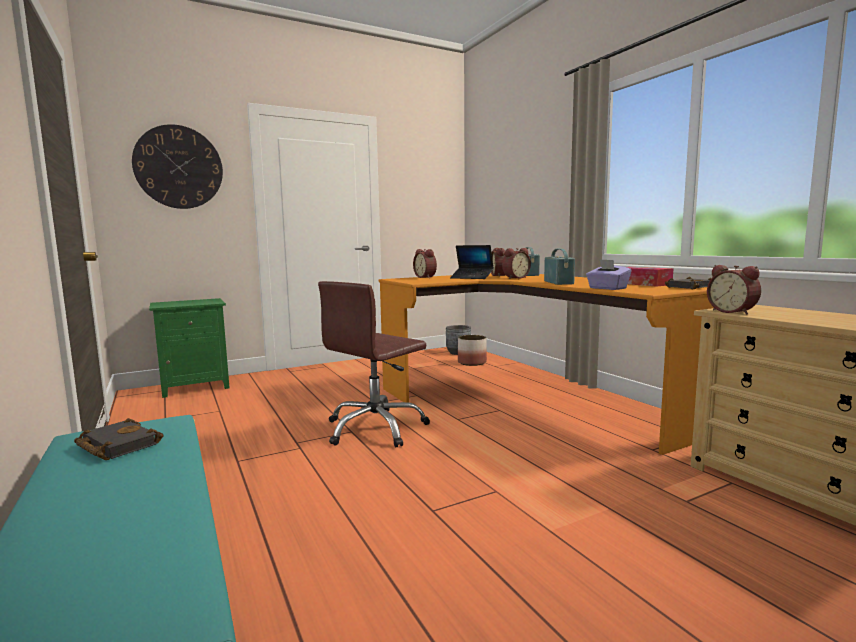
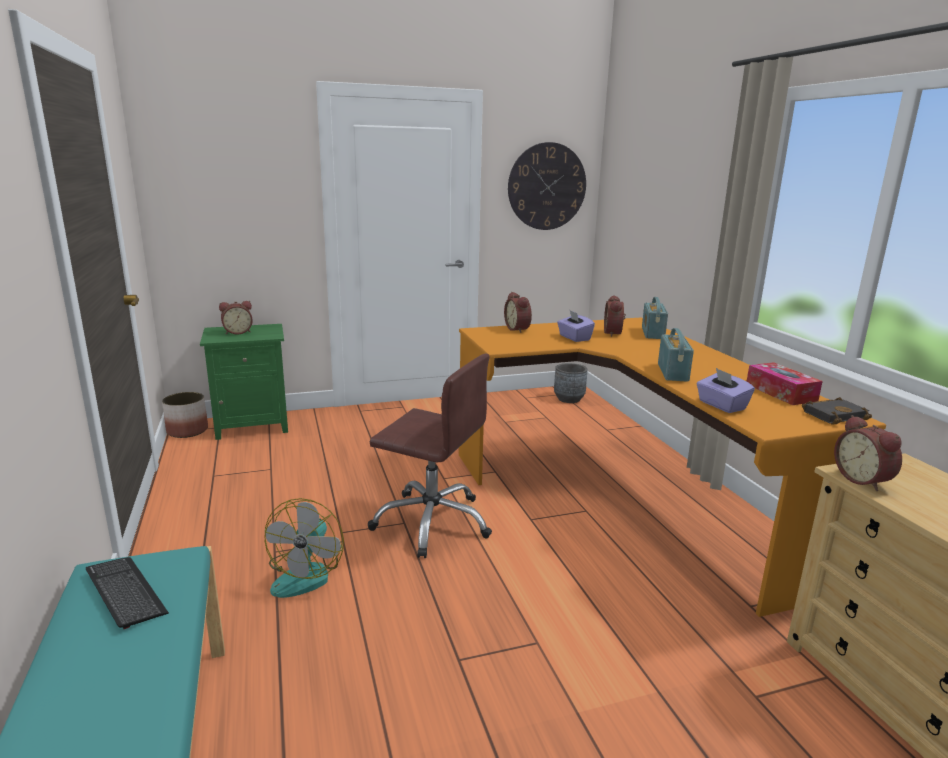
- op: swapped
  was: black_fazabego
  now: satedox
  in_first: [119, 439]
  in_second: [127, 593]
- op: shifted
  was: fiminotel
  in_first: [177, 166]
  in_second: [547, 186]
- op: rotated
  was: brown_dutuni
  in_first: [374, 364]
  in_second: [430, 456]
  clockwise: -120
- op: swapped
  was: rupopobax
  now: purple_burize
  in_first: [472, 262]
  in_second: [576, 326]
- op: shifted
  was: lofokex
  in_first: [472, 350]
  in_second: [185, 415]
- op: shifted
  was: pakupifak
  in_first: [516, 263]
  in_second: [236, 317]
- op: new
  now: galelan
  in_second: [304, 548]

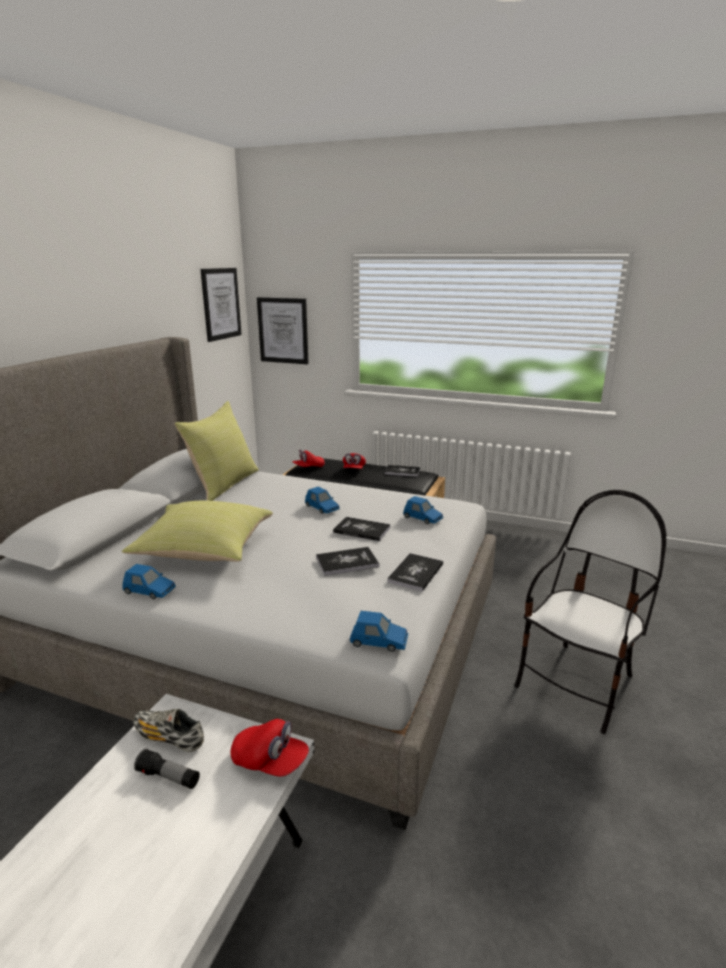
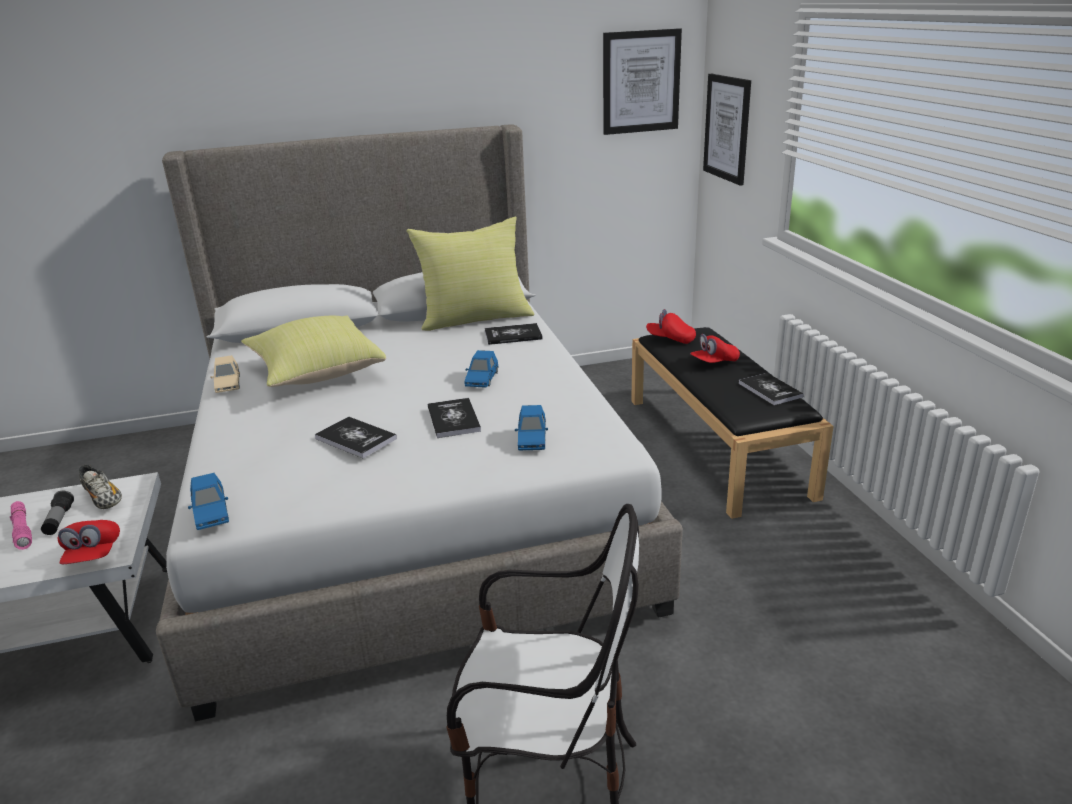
- op: repainted
  was: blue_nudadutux
  now: beige_nudadutux
  in_first: [149, 581]
  in_second: [225, 374]
- op: rotated
  was: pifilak
  in_first: [168, 730]
  in_second: [100, 486]
  clockwise: 150
- op: shifted
  was: fazabego
  in_first: [415, 572]
  in_second: [513, 334]
- op: new
  now: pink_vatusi
  in_second: [21, 525]

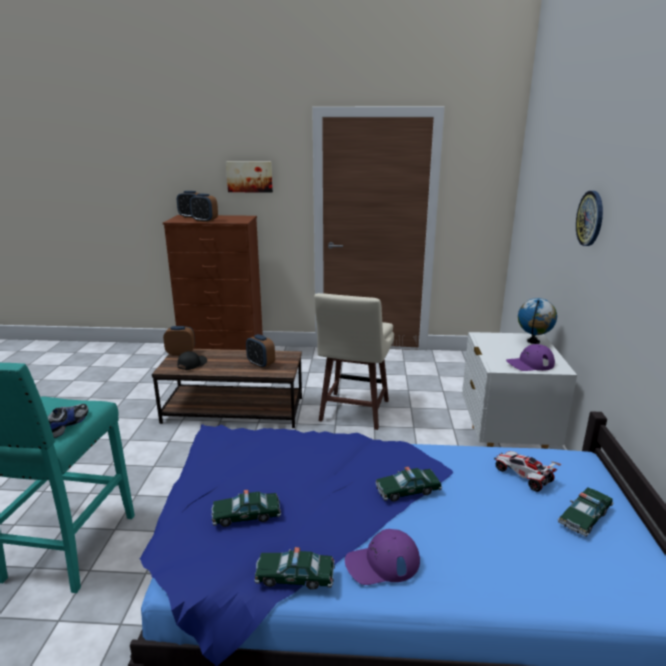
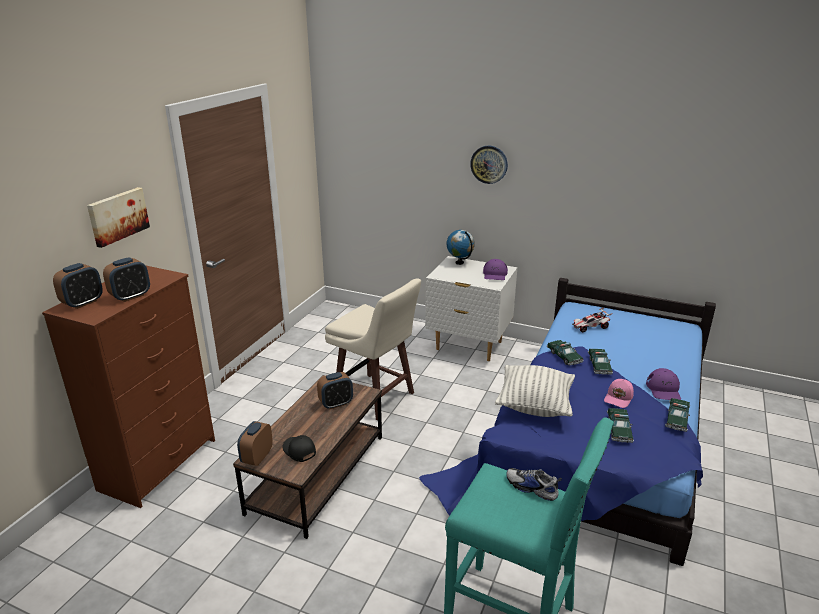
- op: shifted
  was: nudadutux
  in_first: [586, 512]
  in_second: [565, 353]
- op: new
  now: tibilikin
  in_second: [535, 391]
- op: new
  now: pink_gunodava
  in_second: [619, 393]

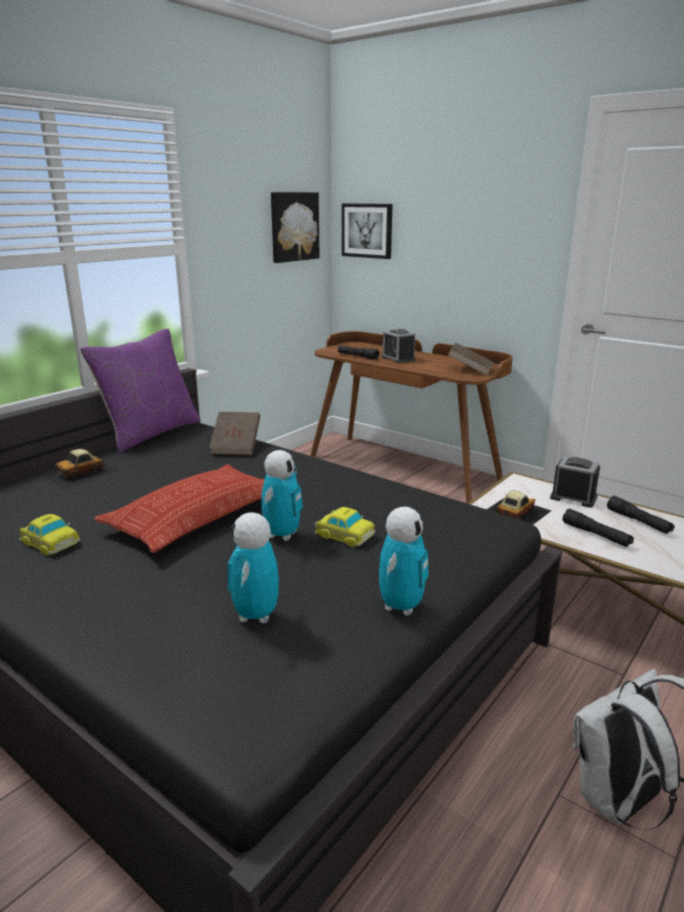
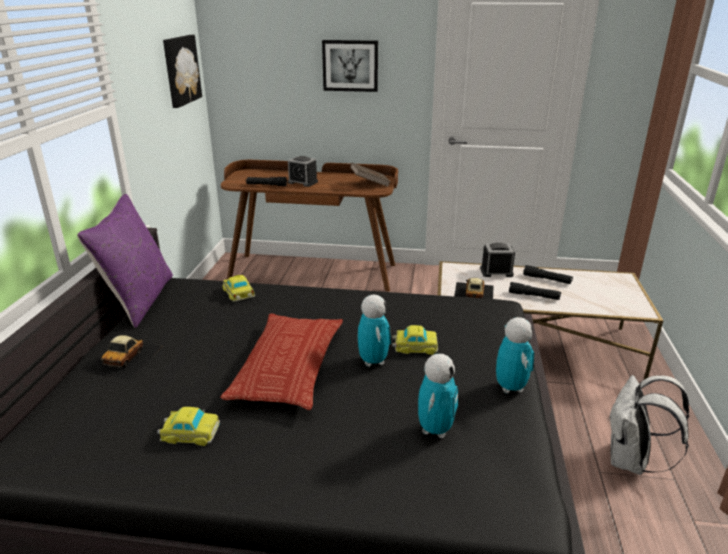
- op: swapped
  was: brown_fazabego
  now: nudadutux
  in_first: [234, 433]
  in_second: [239, 288]
- op: rotated
  was: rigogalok
  in_first: [253, 568]
  in_second: [438, 396]
  clockwise: -135
- op: shifted
  was: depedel
  in_first: [367, 231]
  in_second: [350, 66]

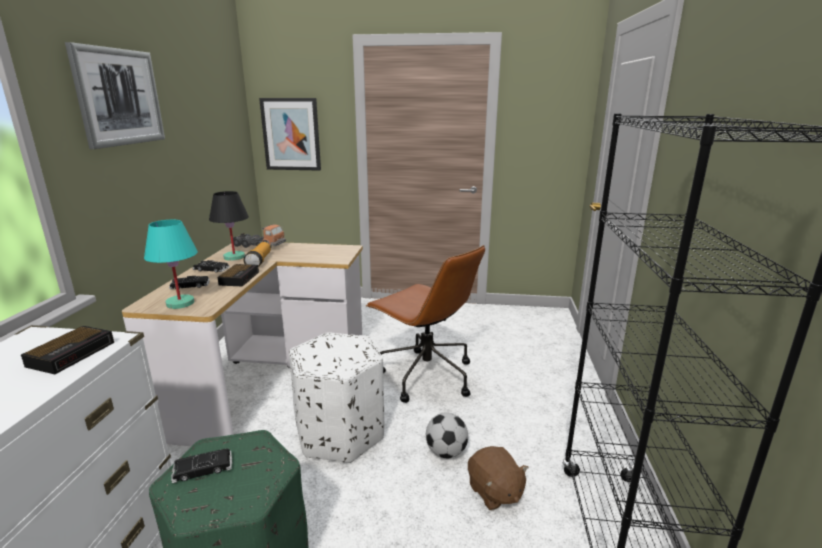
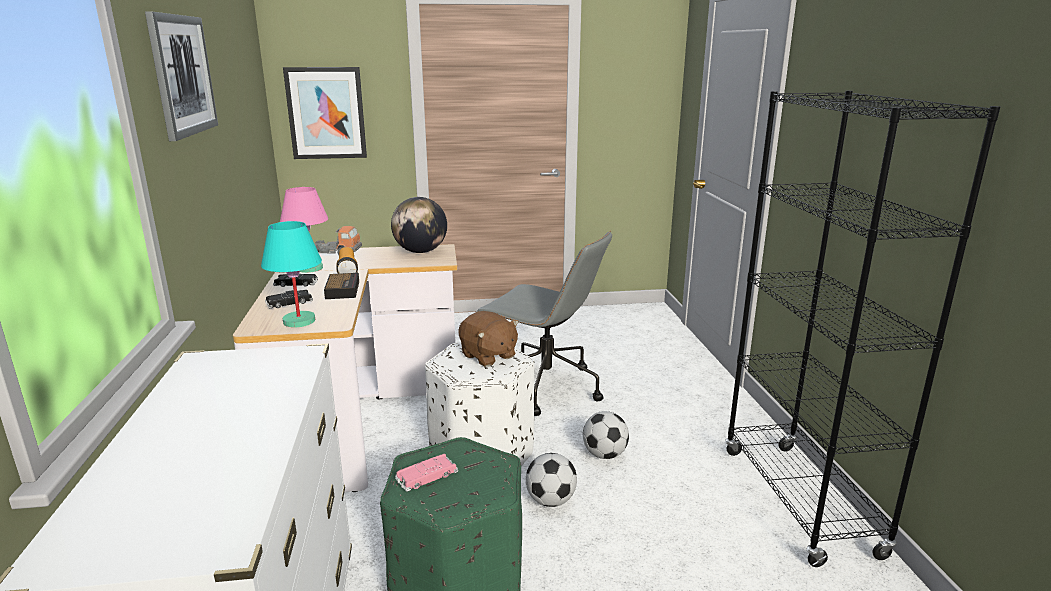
- op: gone
  was: pakupifak
  in_first: [67, 350]
- op: repainted
  was: black_nudadutux
  now: pink_nudadutux
  in_first: [201, 465]
  in_second: [426, 473]
- op: repainted
  was: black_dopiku
  now: pink_dopiku
  in_first: [229, 226]
  in_second: [304, 230]
- op: repainted
  was: brown_dutuni
  now: grey_dutuni
  in_first: [425, 324]
  in_second: [544, 323]
- op: shifted
  was: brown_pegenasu
  in_first: [498, 478]
  in_second: [488, 339]
- op: new
  now: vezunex
  in_second: [419, 225]
- op: new
  now: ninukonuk
  in_second: [551, 480]

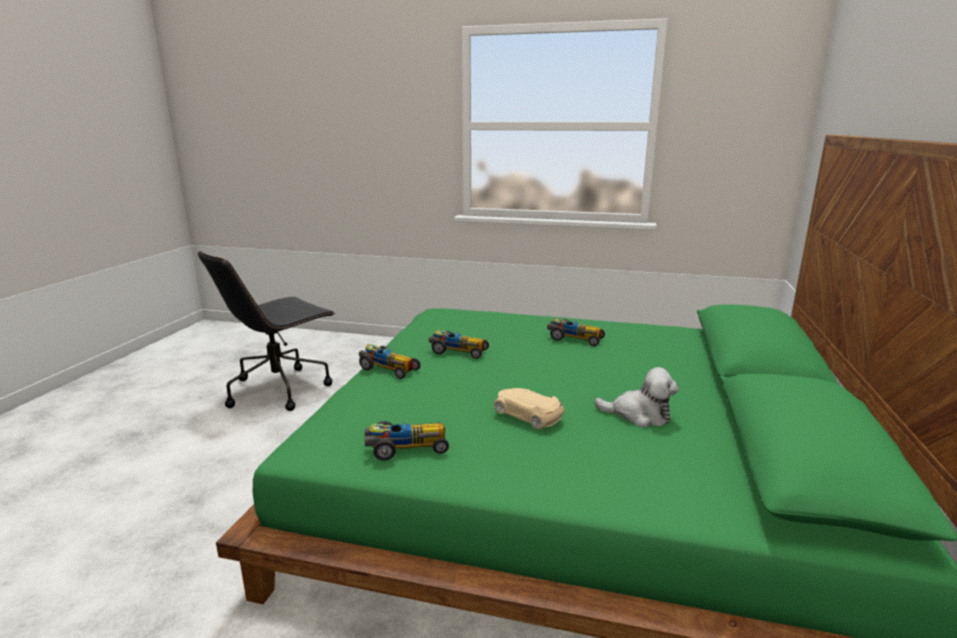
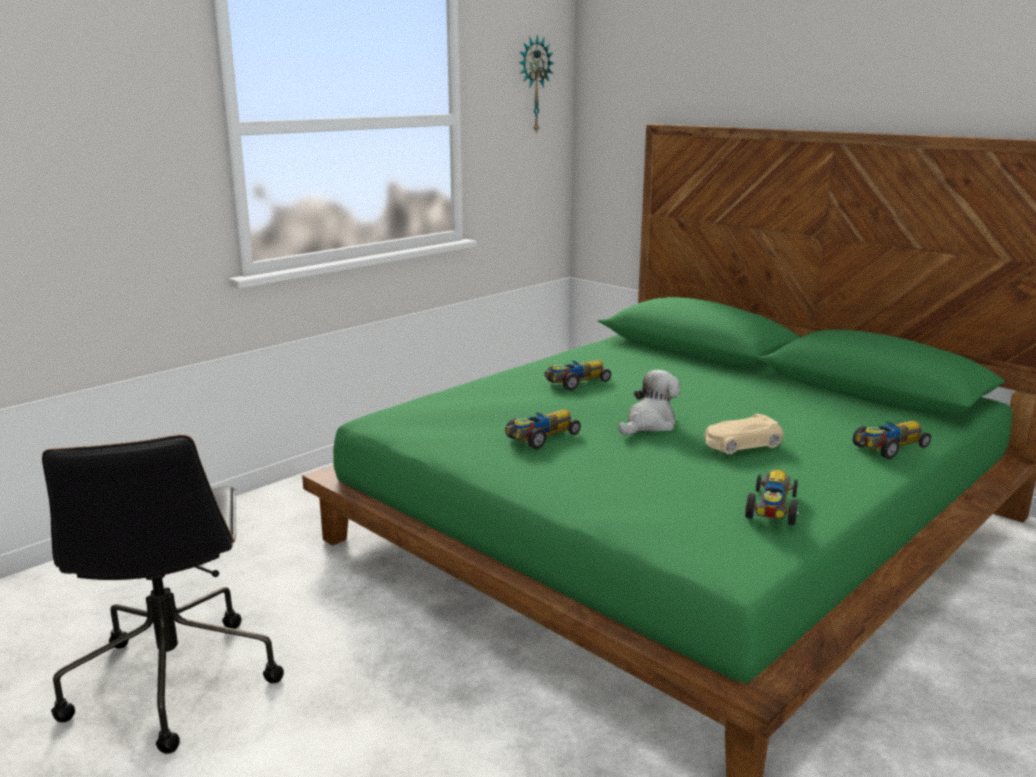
- op: shifted
  was: nudadutux
  in_first: [390, 361]
  in_second: [892, 440]
- op: shifted
  was: pegenasu
  in_first: [636, 397]
  in_second: [649, 402]
- op: new
  now: fiminotel
  in_second: [536, 84]

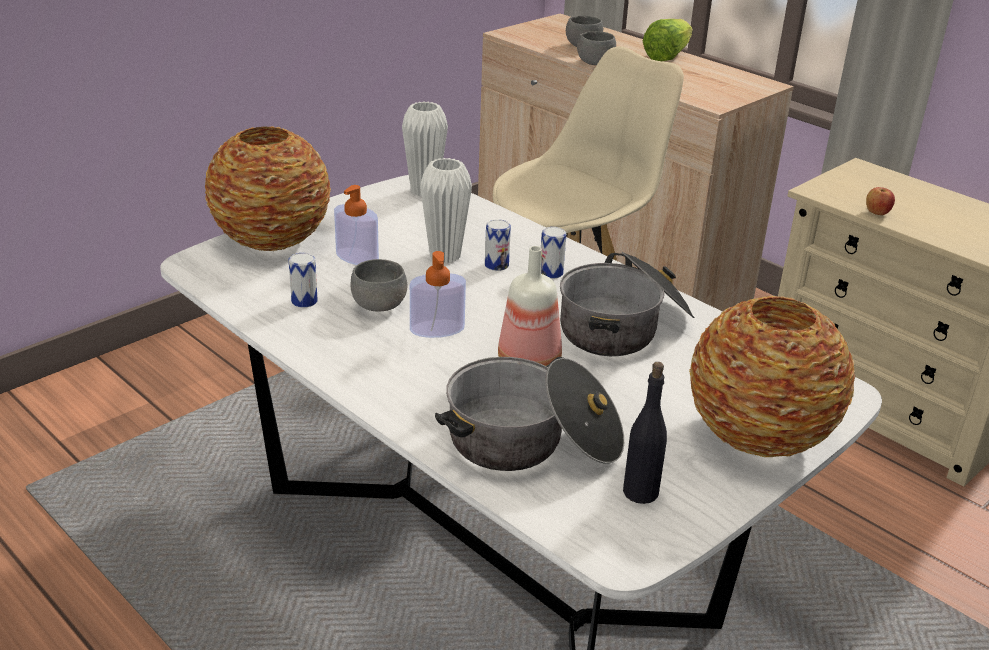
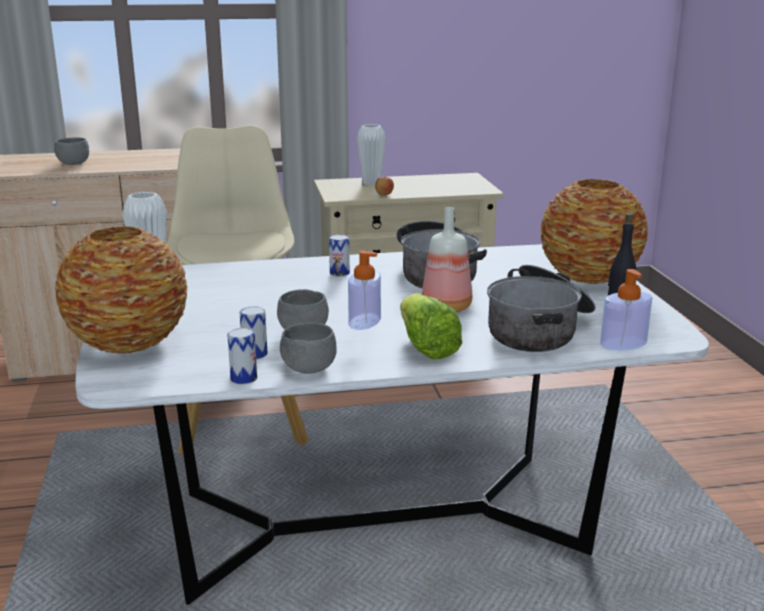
- op: shifted
  was: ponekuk
  in_first: [356, 225]
  in_second: [626, 309]
- op: shifted
  was: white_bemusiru
  in_first: [446, 210]
  in_second: [371, 154]
- op: shifted
  was: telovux
  in_first: [498, 245]
  in_second: [242, 356]
- op: shifted
  was: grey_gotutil
  in_first: [596, 48]
  in_second: [308, 348]
- op: shifted
  was: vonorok
  in_first: [668, 40]
  in_second: [431, 326]

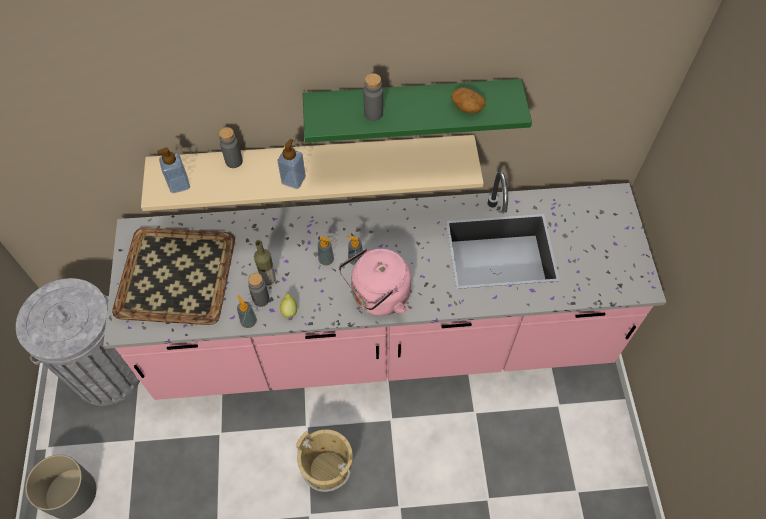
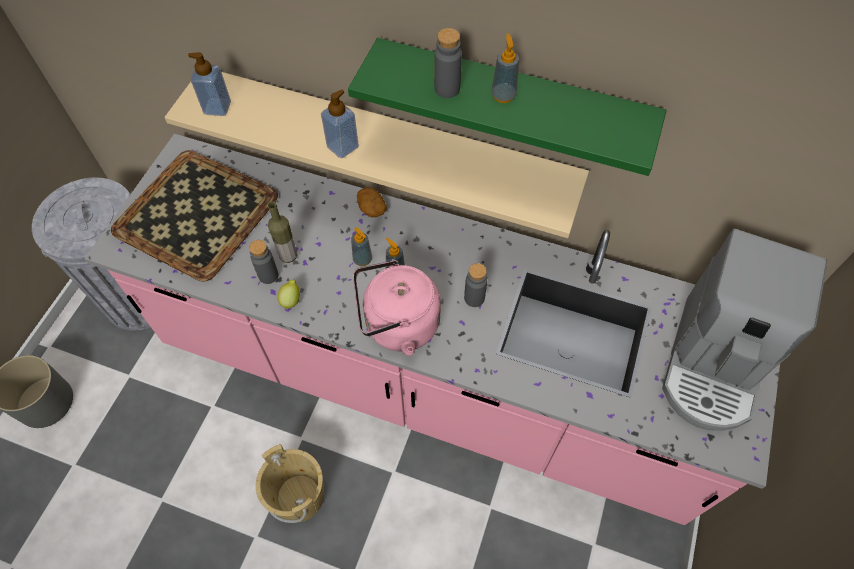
- op: shifted
  was: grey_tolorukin
  in_first: [231, 147]
  in_second: [475, 285]
- op: shifted
  was: ponekuk
  in_first: [247, 311]
  in_second: [505, 68]
- op: shifted
  was: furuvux
  in_first: [468, 100]
  in_second: [372, 202]
- op: new
  now: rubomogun
  in_second: [745, 329]

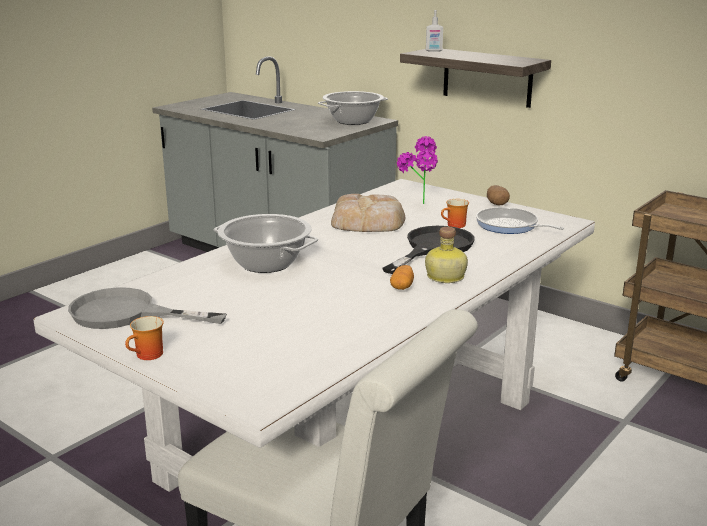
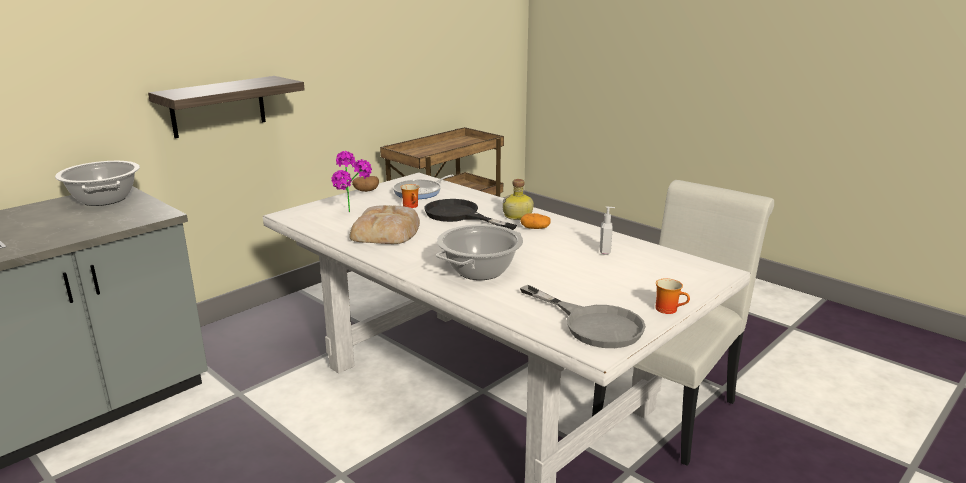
- op: rotated
  was: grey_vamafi
  in_first: [147, 308]
  in_second: [583, 316]
  clockwise: -60
- op: shifted
  was: ponekuk
  in_first: [434, 31]
  in_second: [607, 230]

